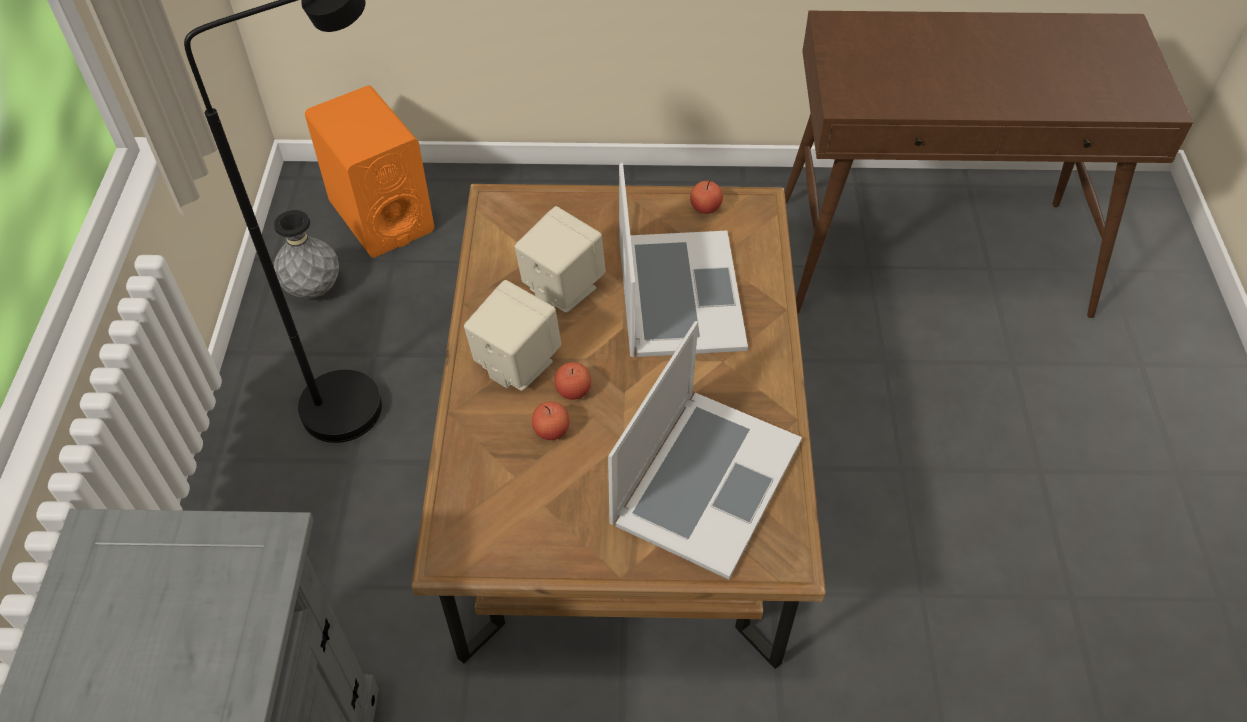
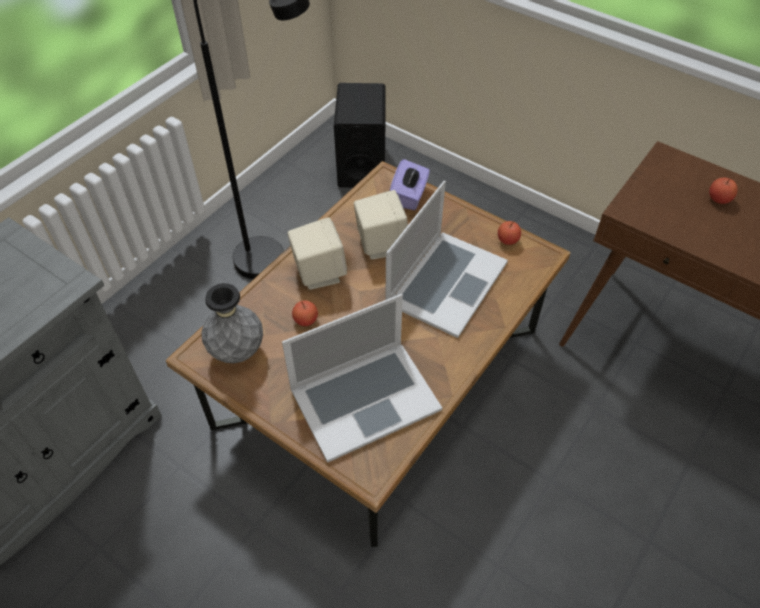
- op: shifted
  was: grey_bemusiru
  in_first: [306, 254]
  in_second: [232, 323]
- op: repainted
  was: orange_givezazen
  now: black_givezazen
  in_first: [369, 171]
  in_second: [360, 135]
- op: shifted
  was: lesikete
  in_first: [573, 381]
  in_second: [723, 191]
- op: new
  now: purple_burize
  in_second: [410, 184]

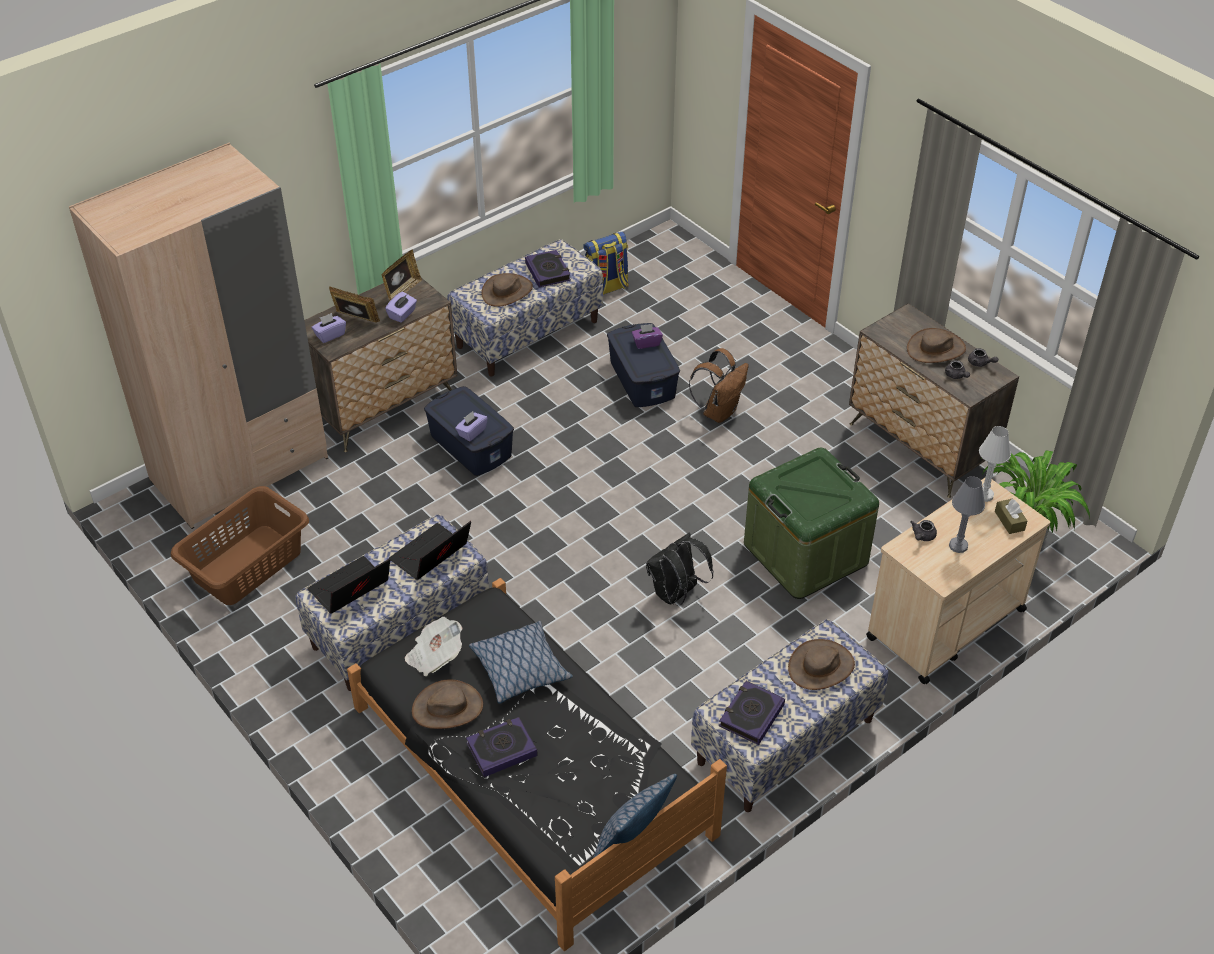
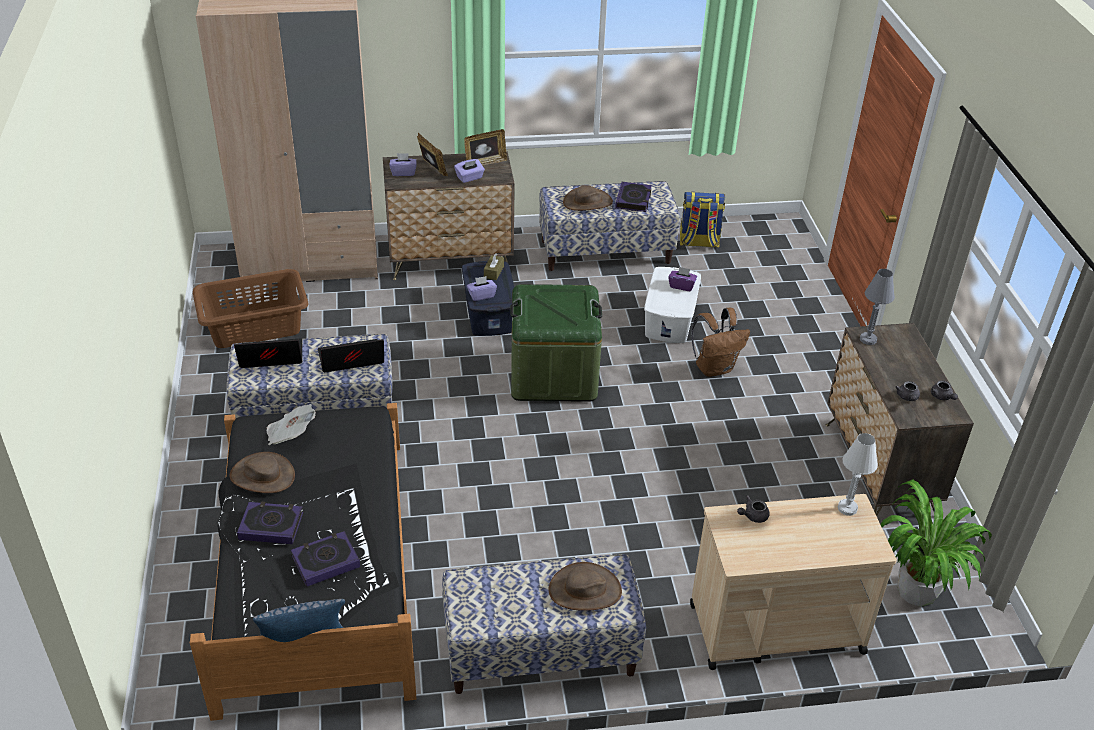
- op: gone
  was: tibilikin
  in_first: [521, 662]
- op: repainted
  was: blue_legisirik
  now: white_legisirik
  in_first: [643, 365]
  in_second: [672, 305]
- op: gone
  was: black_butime
  in_first: [680, 569]
- op: shifted
  was: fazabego
  in_first: [752, 713]
  in_second: [325, 559]
- op: shifted
  was: green_legisirik
  in_first: [811, 523]
  in_second: [556, 343]
- op: gone
  was: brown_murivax
  in_first: [936, 345]
- op: shifted
  was: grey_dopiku
  in_first: [967, 514]
  in_second: [877, 307]
- op: shifted
  was: brown_burize
  in_first: [1011, 516]
  in_second: [494, 266]

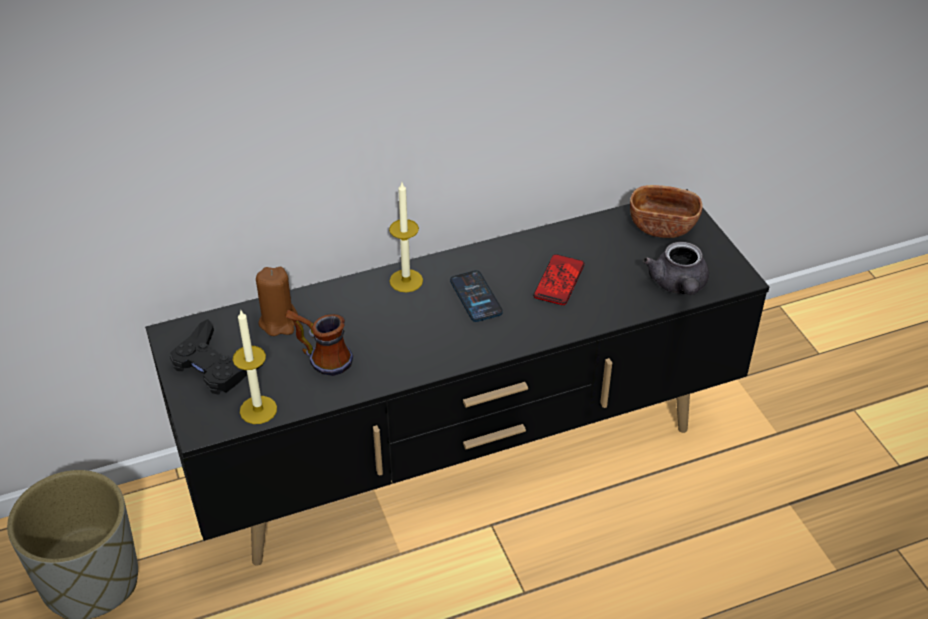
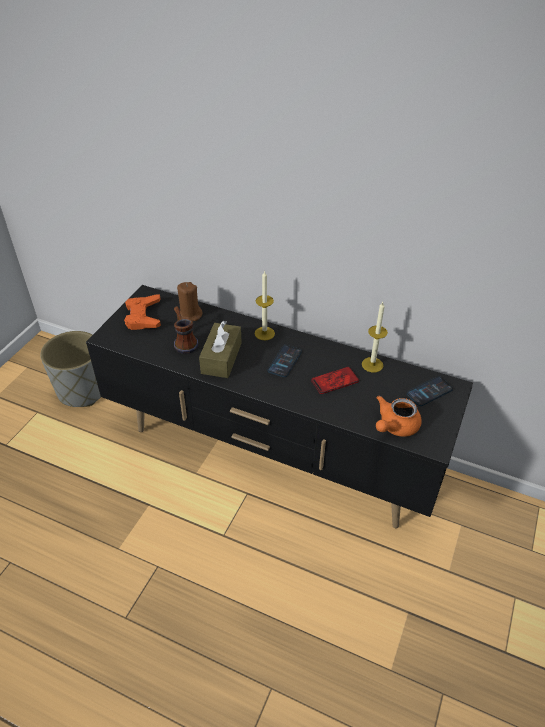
- op: repainted
  was: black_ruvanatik
  now: orange_ruvanatik
  in_first: [216, 357]
  in_second: [142, 312]
- op: shifted
  was: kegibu
  in_first: [255, 367]
  in_second: [375, 337]
- op: swapped
  was: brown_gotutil
  now: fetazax
  in_first: [666, 211]
  in_second: [430, 391]
- op: repainted
  was: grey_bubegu
  now: orange_bubegu
  in_first: [676, 268]
  in_second: [399, 416]
- op: new
  now: brown_burize
  in_second: [220, 349]

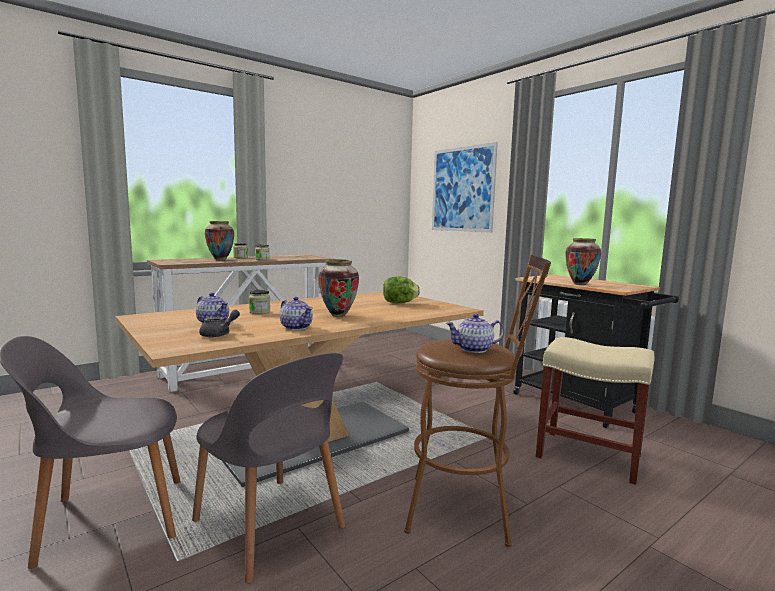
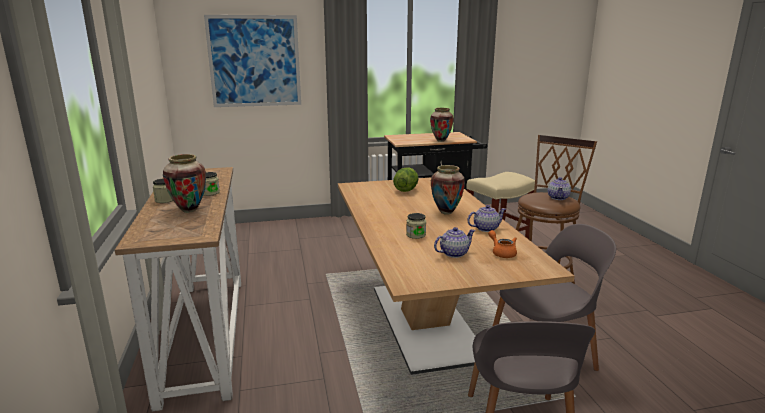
- op: repainted
  was: grey_bubegu
  now: orange_bubegu
  in_first: [219, 324]
  in_second: [502, 244]

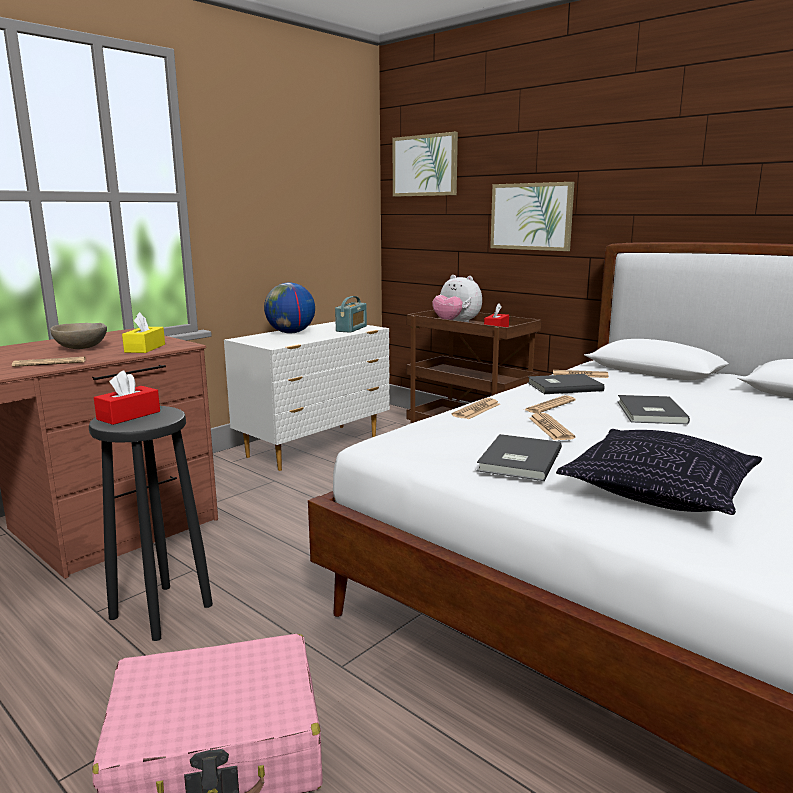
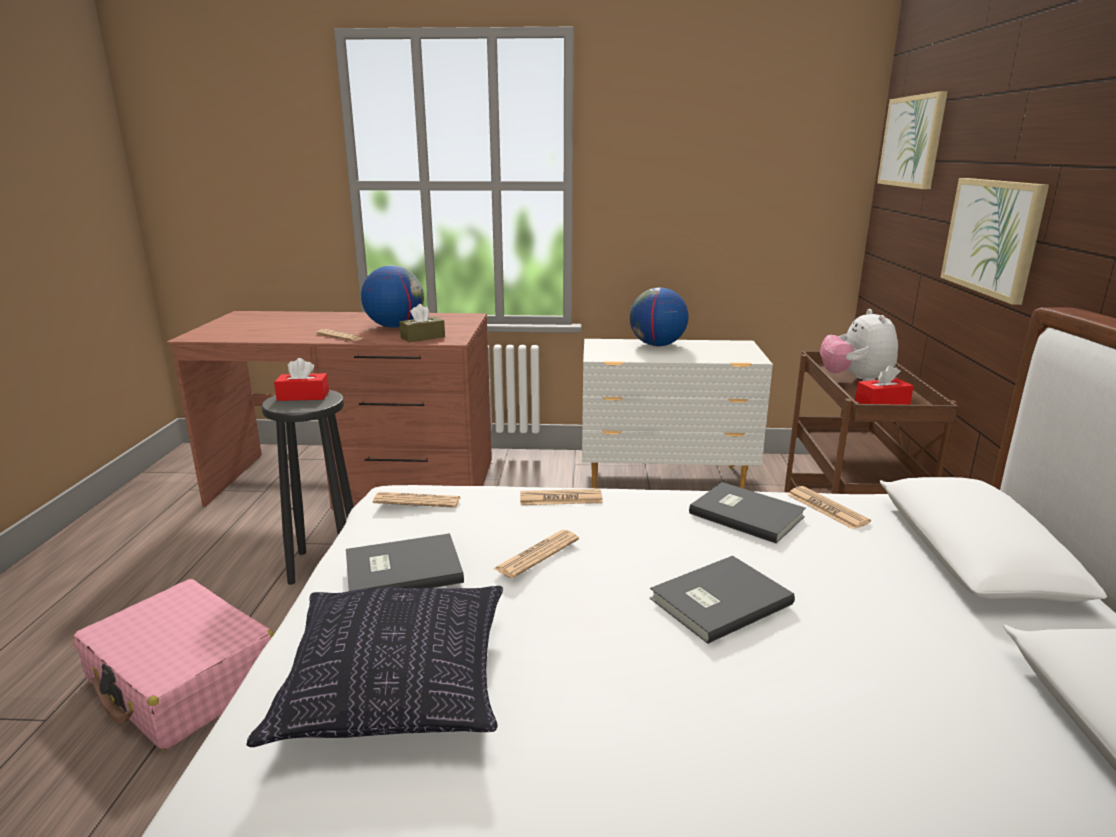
- op: swapped
  was: beige_gotutil
  now: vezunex
  in_first: [78, 336]
  in_second: [392, 296]
- op: repainted
  was: yellow_burize
  now: brown_burize
  in_first: [143, 332]
  in_second: [422, 323]
- op: gone
  was: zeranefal
  in_first: [351, 314]
- op: shifted
  was: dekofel
  in_first: [550, 404]
  in_second: [417, 500]

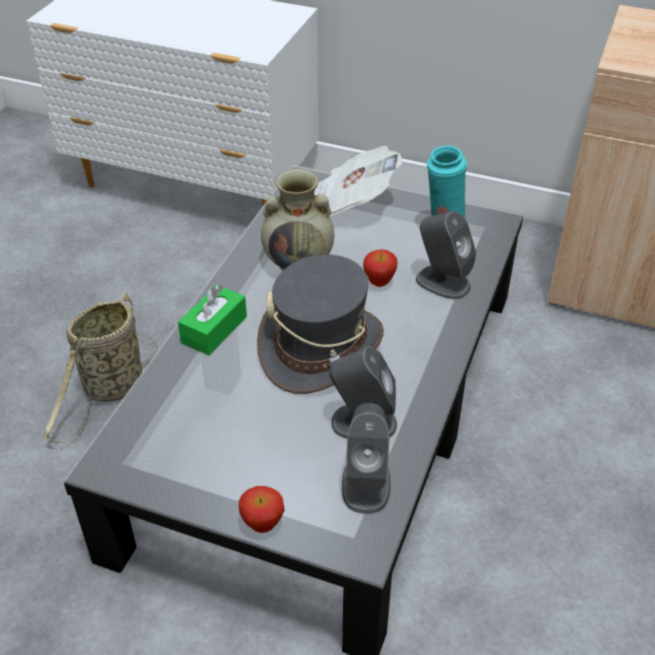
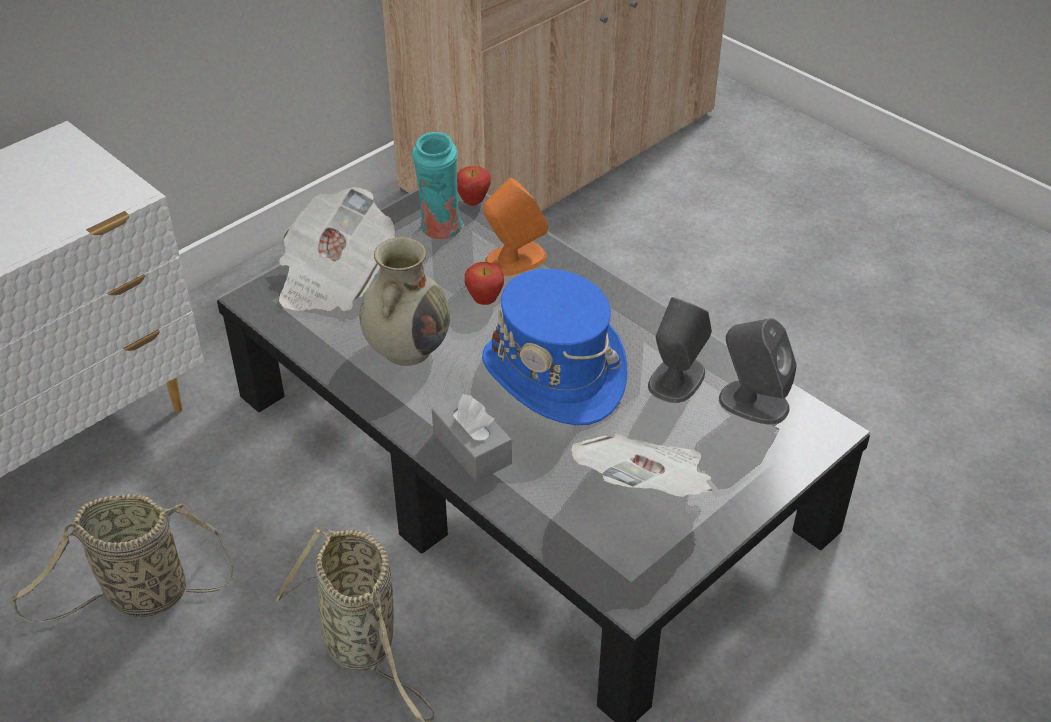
- op: repainted
  was: green_burize
  now: grey_burize
  in_first: [212, 319]
  in_second: [472, 437]
- op: shifted
  was: lesikete
  in_first: [262, 509]
  in_second: [474, 186]
- op: repainted
  was: grey_murivax
  now: blue_murivax
  in_first: [320, 324]
  in_second: [554, 347]
- op: repainted
  was: grey_givezazen
  now: orange_givezazen
  in_first: [446, 255]
  in_second: [515, 227]
- op: new
  now: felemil
  in_second: [122, 558]
- op: new
  now: dekofel
  in_second: [641, 465]

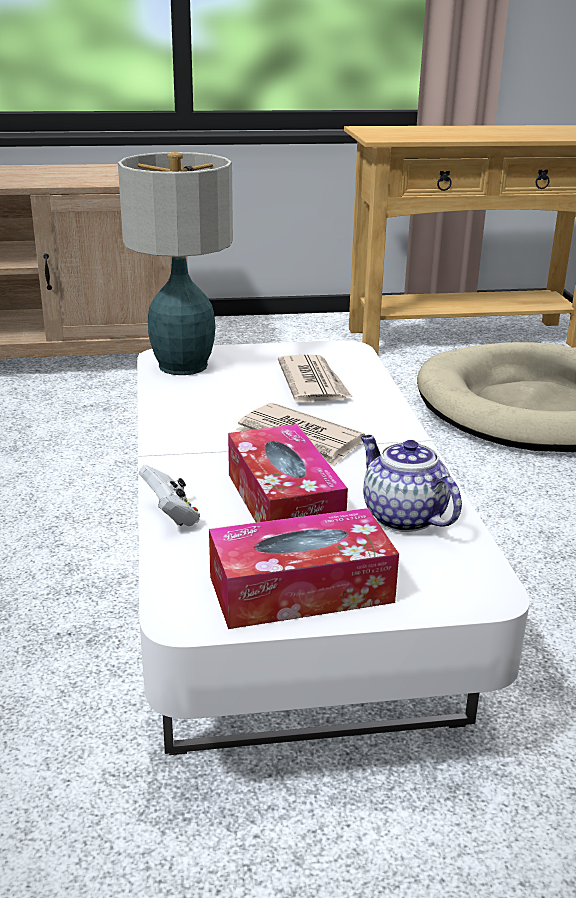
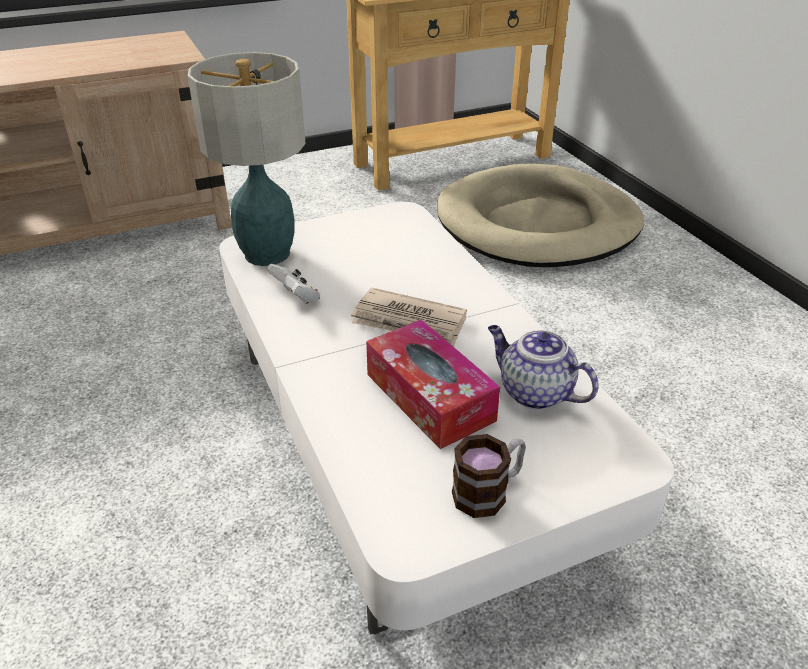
- op: shifted
  was: white_ruvanatik
  in_first: [169, 495]
  in_second: [293, 284]
- op: swapped
  was: burize
  now: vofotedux
  in_first: [304, 568]
  in_second: [489, 476]
- op: gone
  was: dekofel
  in_first: [315, 378]

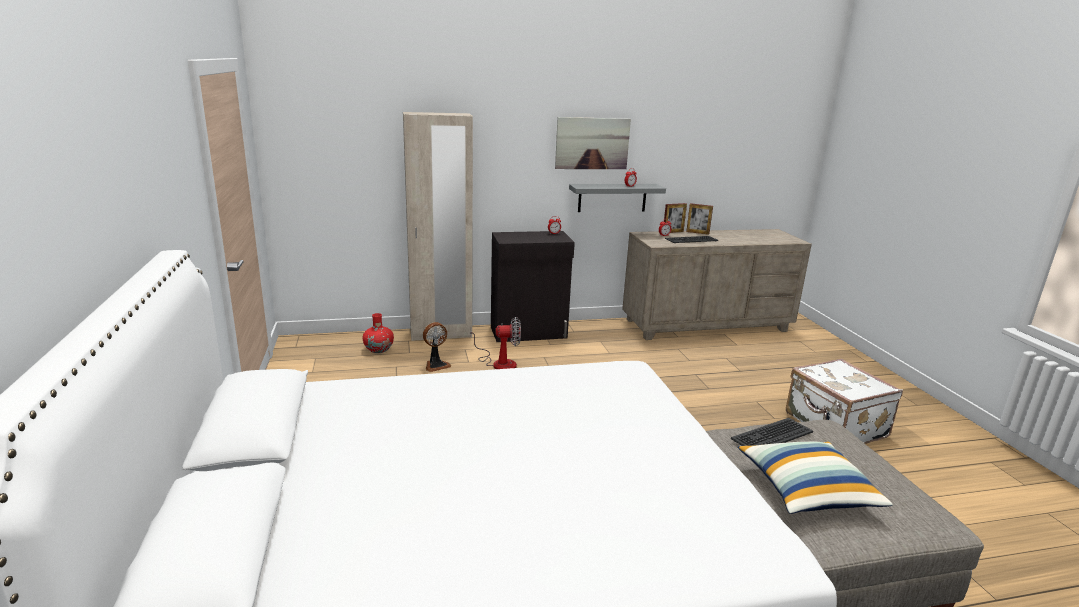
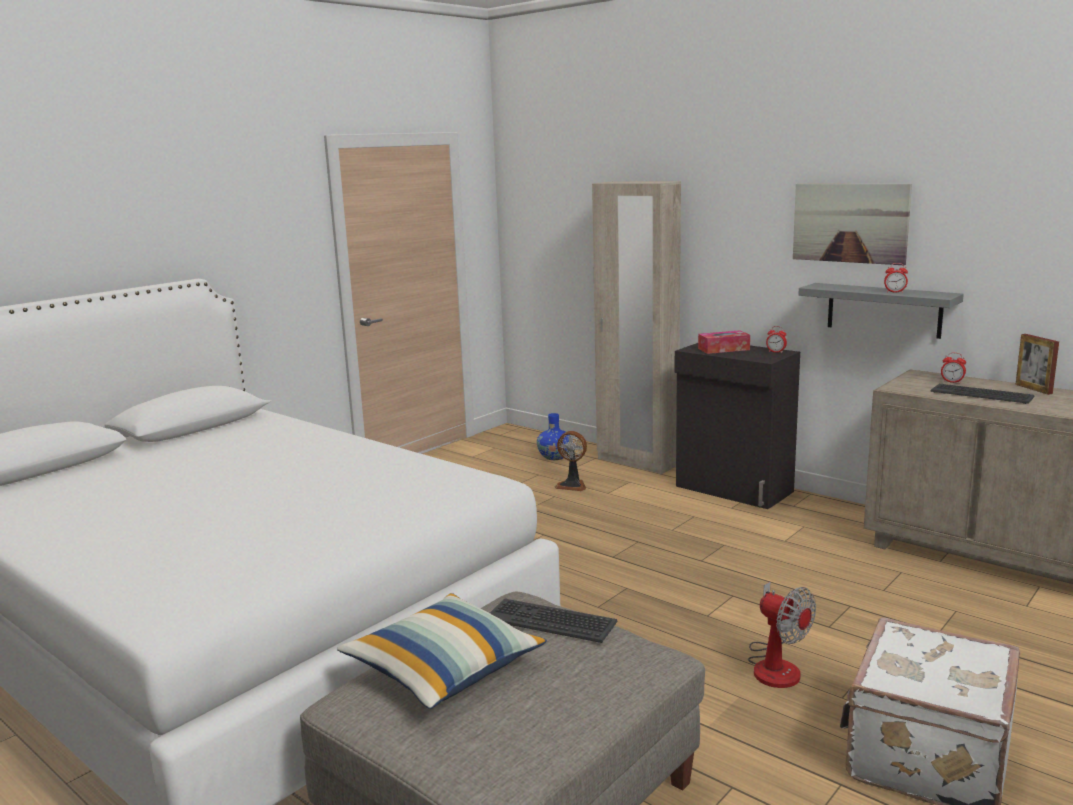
- op: repainted
  was: red_bemusiru
  now: blue_bemusiru
  in_first: [378, 333]
  in_second: [553, 436]
- op: shifted
  was: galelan
  in_first: [495, 343]
  in_second: [782, 635]
- op: gone
  was: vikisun
  in_first: [675, 218]
- op: new
  now: burize
  in_second: [724, 342]

